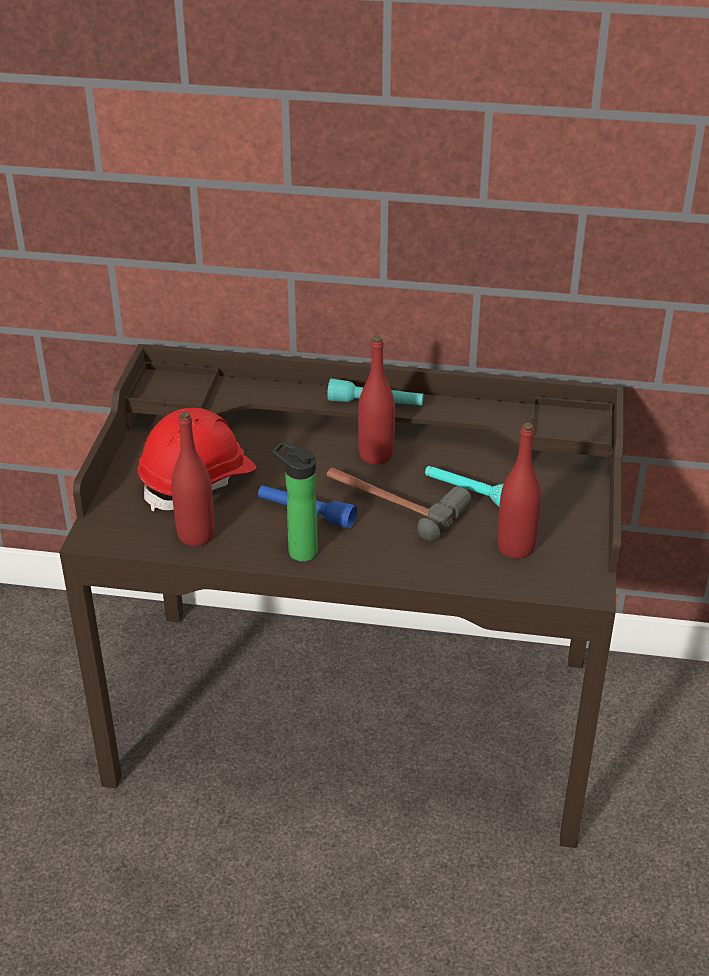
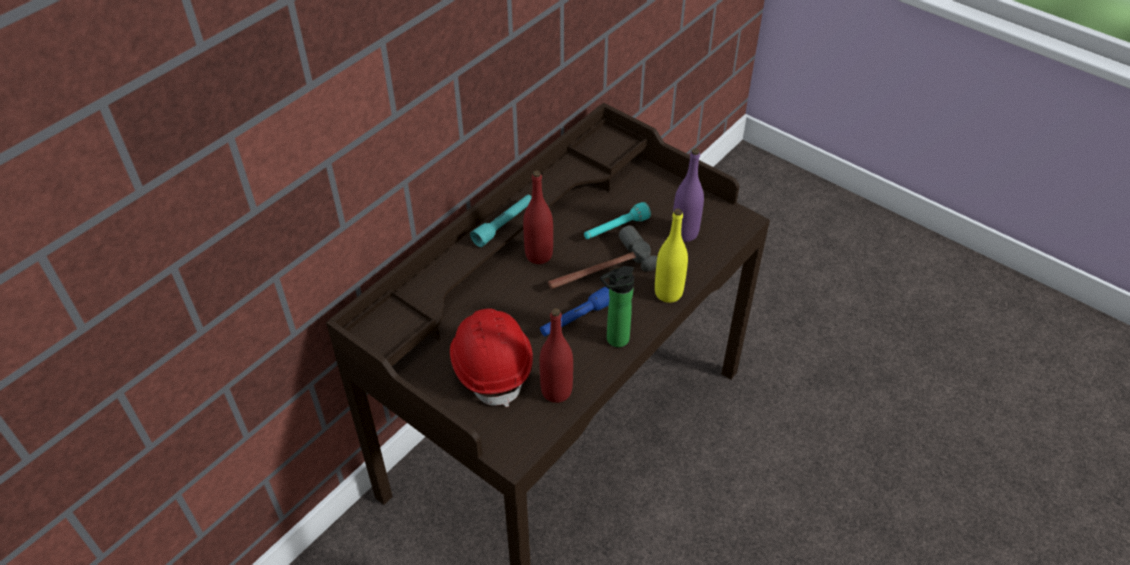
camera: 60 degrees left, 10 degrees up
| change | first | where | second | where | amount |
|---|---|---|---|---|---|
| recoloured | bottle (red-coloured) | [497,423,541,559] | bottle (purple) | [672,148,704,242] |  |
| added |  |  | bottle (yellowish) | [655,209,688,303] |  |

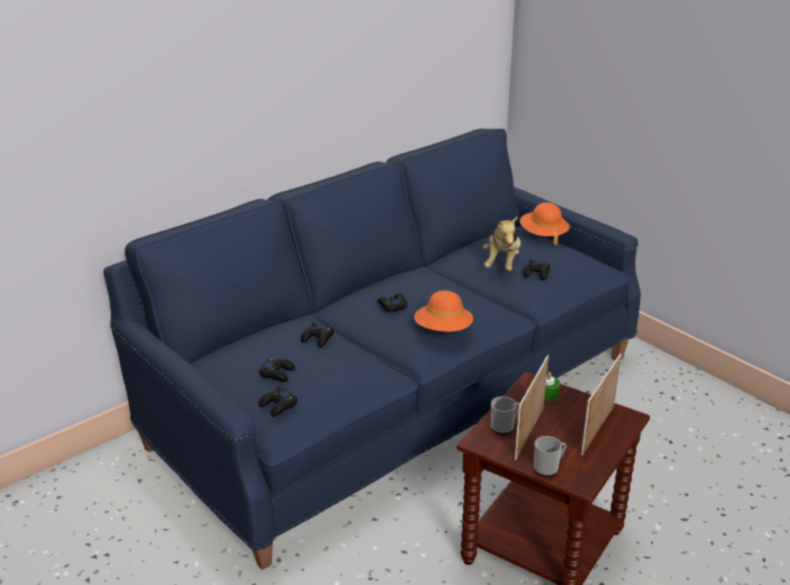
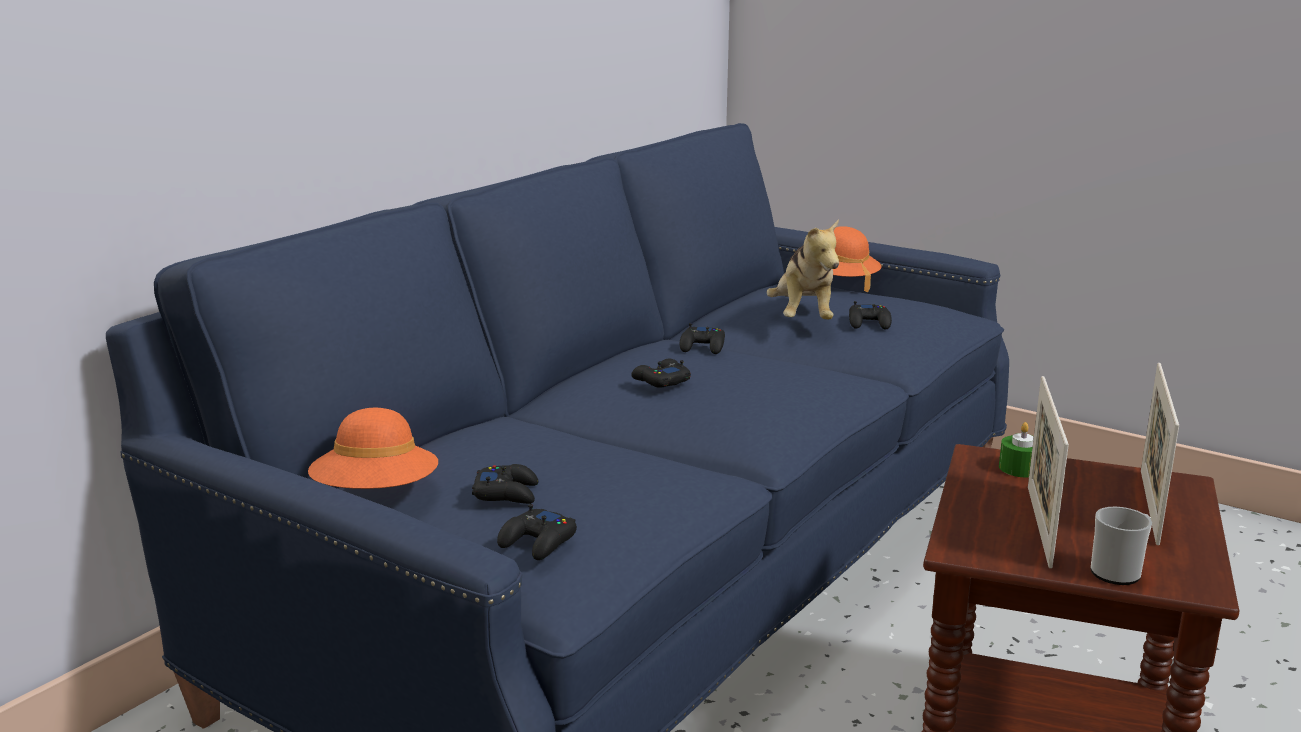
camera: 15 degrees left, 10 degrees down
| change | first | where | second | where | amount |
|---|---|---|---|---|---|
| moved | joypad (black-coloured) | [301,322,334,347] |  | [680,323,725,354] |  |
| moved | wearable hat (orange-coloured) | [414,290,473,332] |  | [308,408,438,489] |  |
| removed | tea mug | [491,396,520,434] |  |  |  |

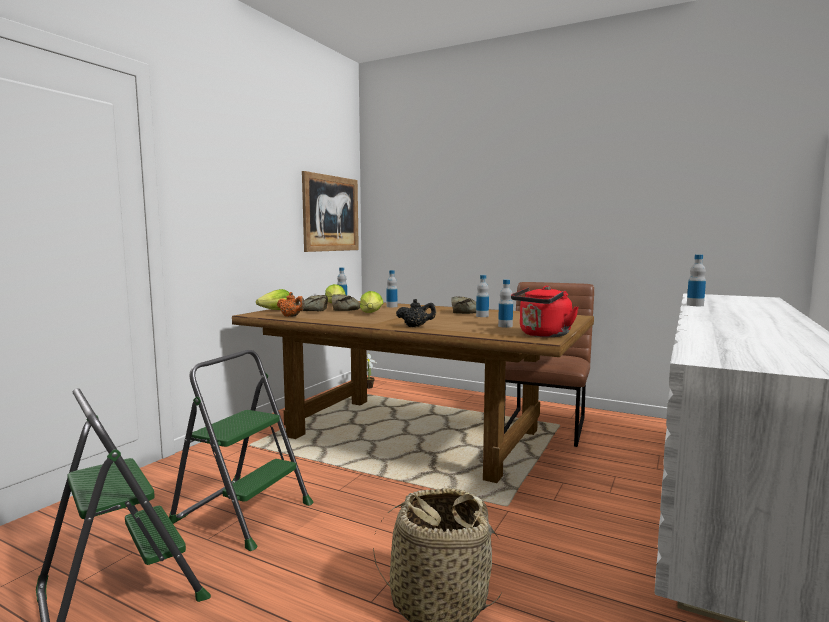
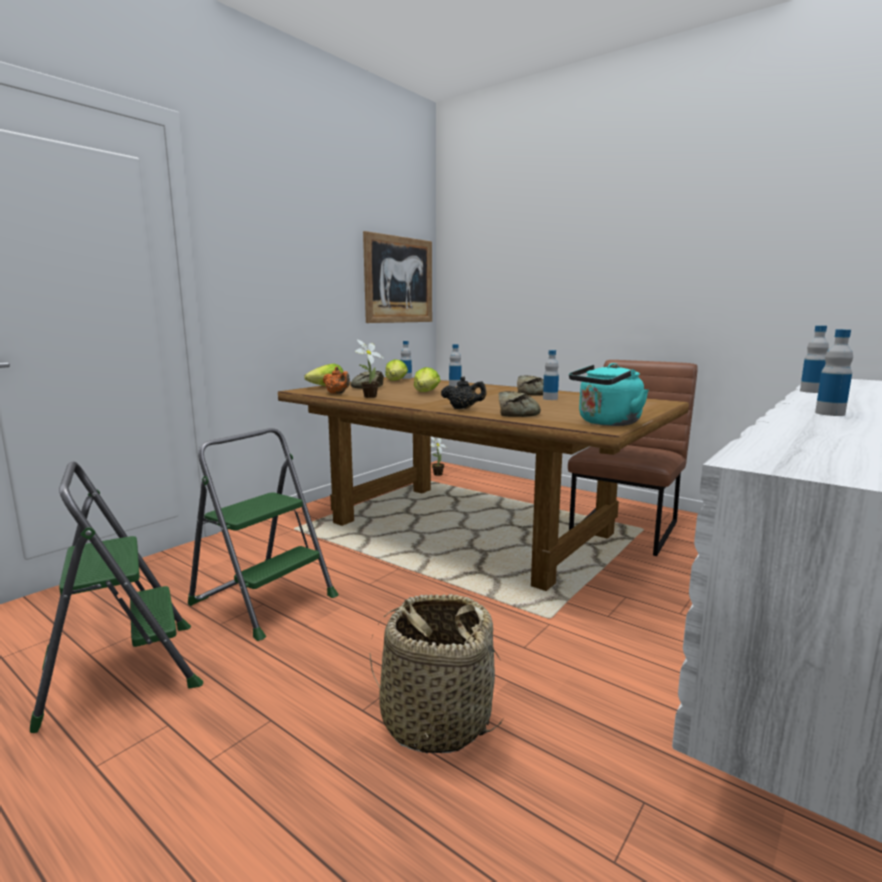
camera: 10 degrees right, 5 degrees up
| change | first | where | second | where | amount |
|---|---|---|---|---|---|
| moved | bread | [332,295,360,311] |  | [499,391,541,417] |  |
| moved | bottle | [498,279,513,328] |  | [815,329,853,416] |  |
| recoloured | water kettle (red-coloured) | [511,286,579,337] | water kettle (turquoise) | [569,363,649,426] |  |
| added |  |  | potted plant | [355,340,384,398] |  |

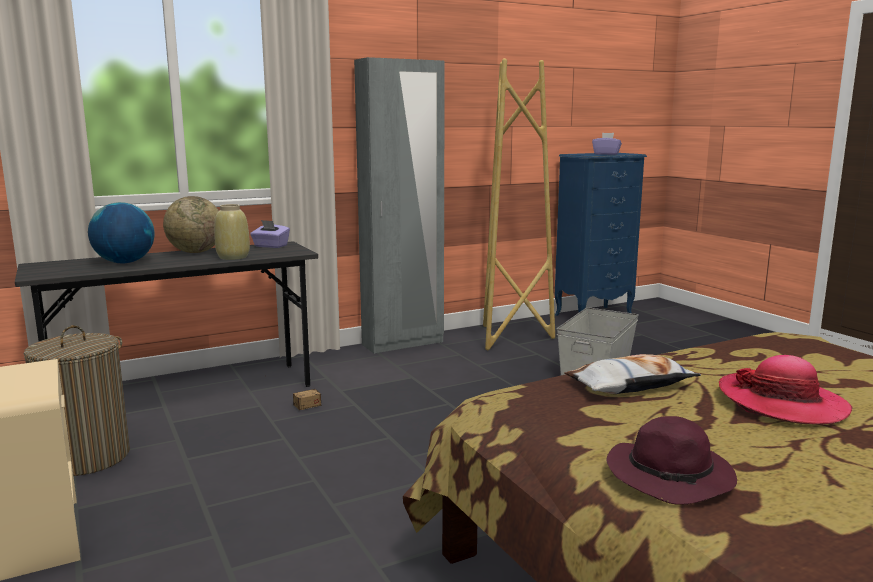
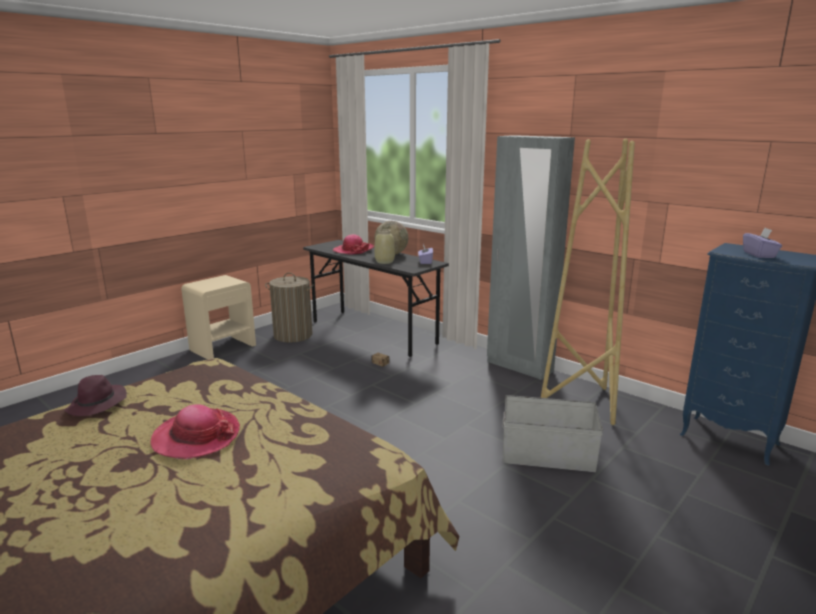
camera: 70 degrees right, 5 degrees up
| change | first | where | second | where | amount |
|---|---|---|---|---|---|
| replaced | world globe | [88,202,155,263] | wearable hat | [333,234,374,255] |  |
| removed | pillow | [564,354,701,394] |  |  |  |

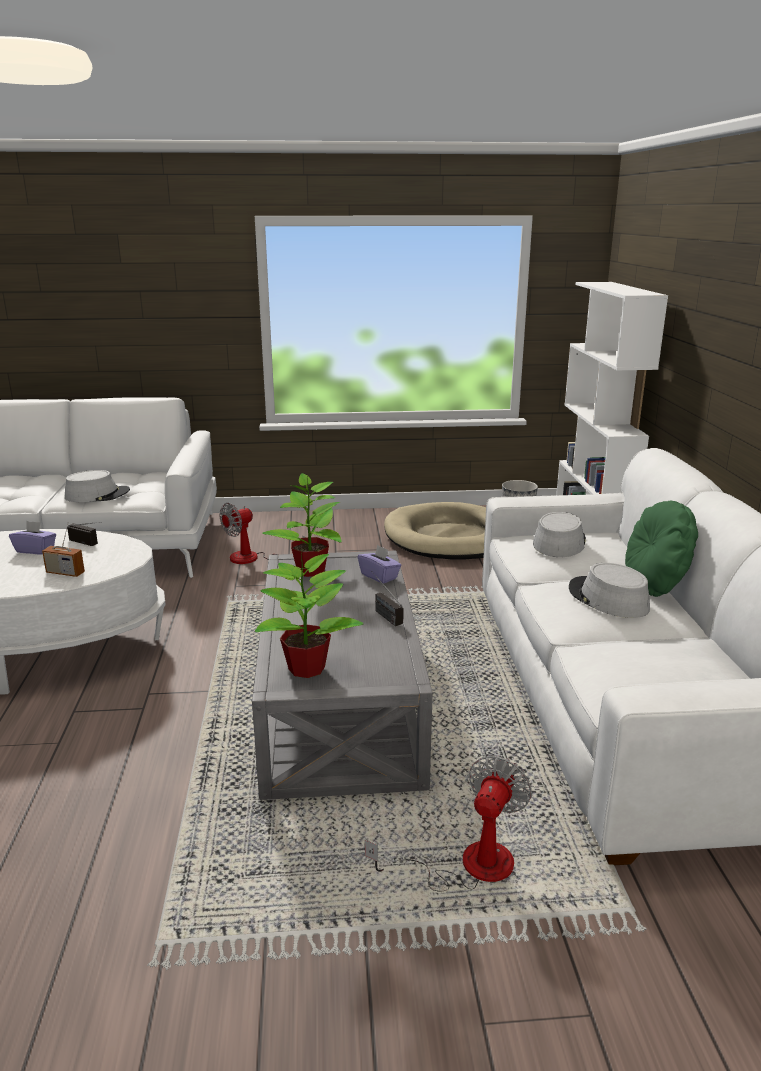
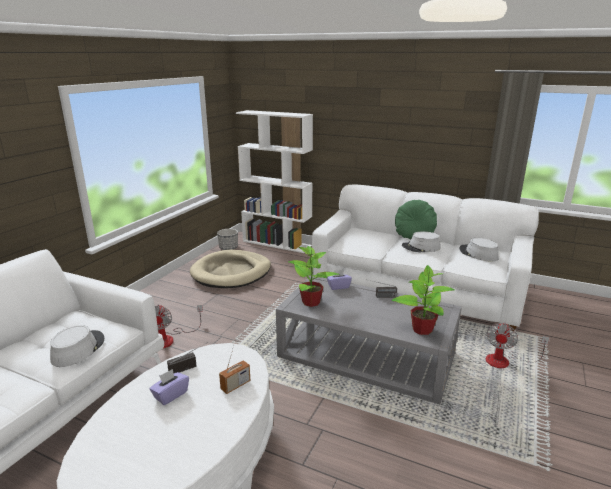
camera: 60 degrees left, 0 degrees up
| change | first | where | second | where | amount |
|---|---|---|---|---|---|
| turned | cooling fan | [365,755,532,892] |  | [486,322,550,368] | 120 degrees counterclockwise |
| moved | wearable hat (greyish) | [533,512,586,557] |  | [459,238,499,262] |  |

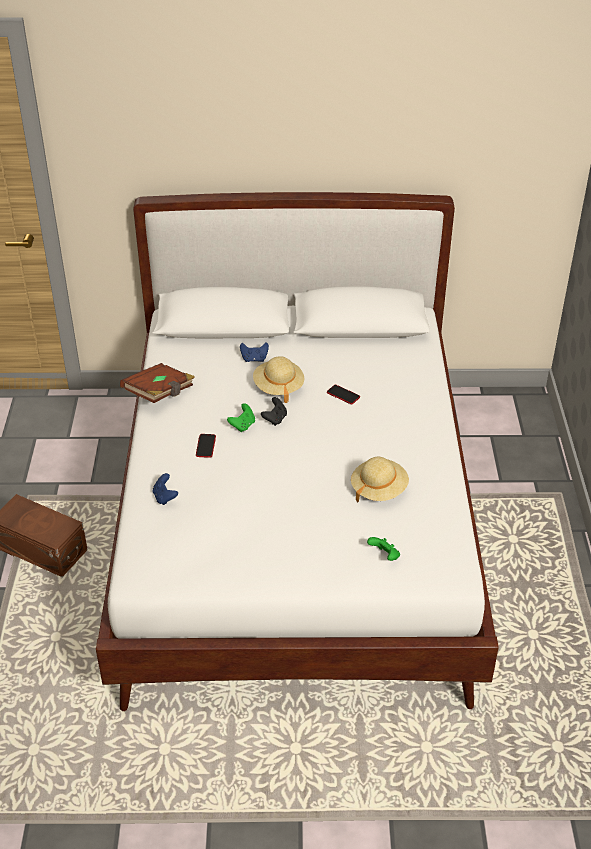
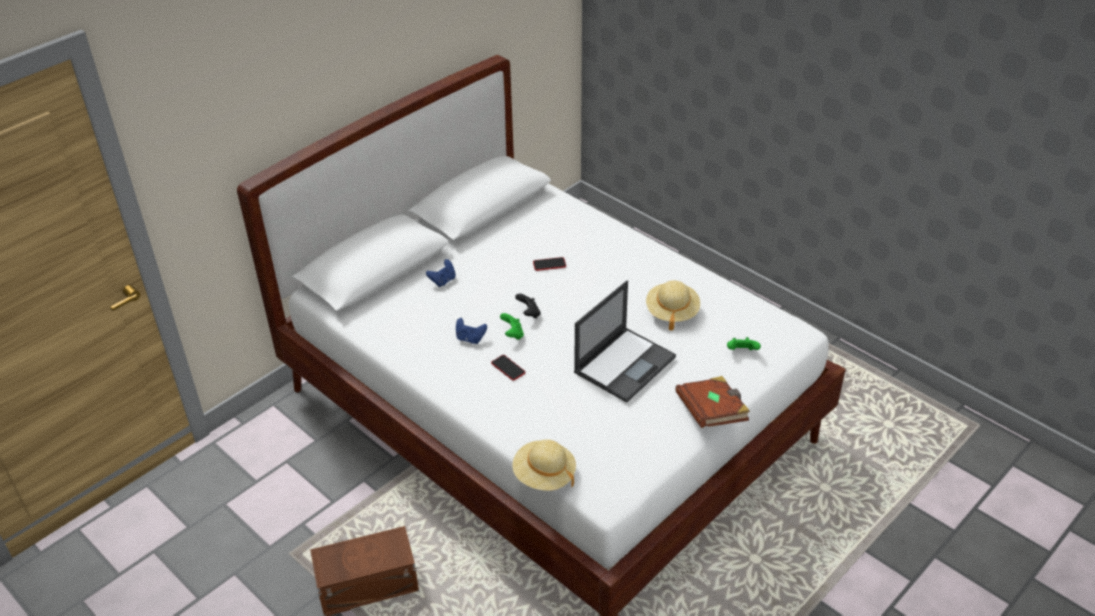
camera: 45 degrees left, 0 degrees up
| change | first | where | second | where | amount |
|---|---|---|---|---|---|
| moved | volume (brown-coloured) | [120,363,195,403] |  | [675,376,750,428] |  |
| moved | joypad (bluish) | [153,473,178,505] |  | [456,318,487,344] |  |
| moved | wearable hat (sand-coloured) | [253,356,304,403] |  | [512,439,576,491] |  |
| added |  |  | notebook computer | [574,280,676,403] |  |

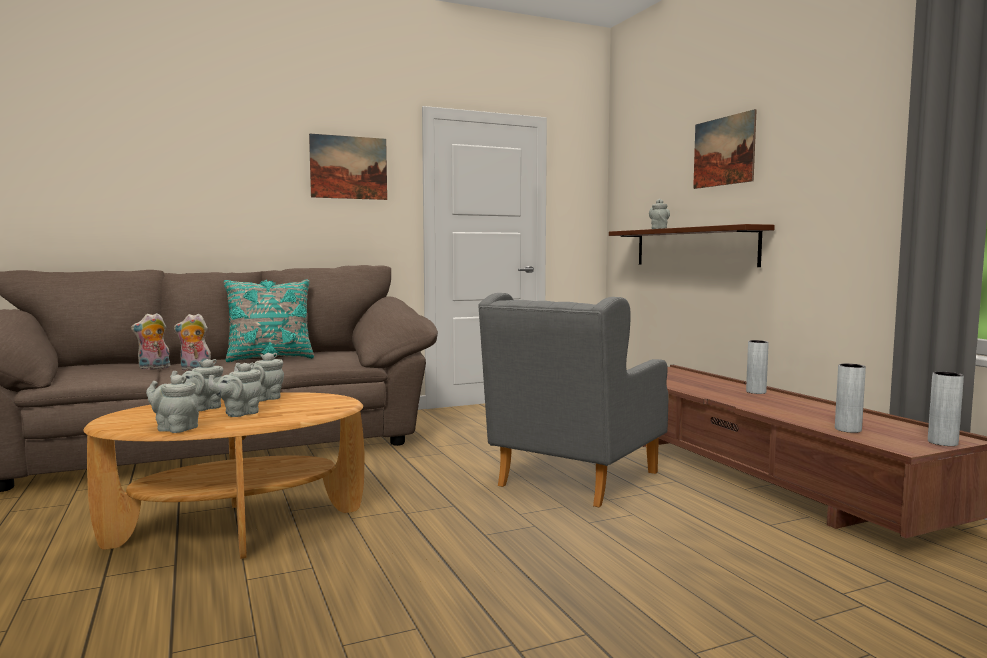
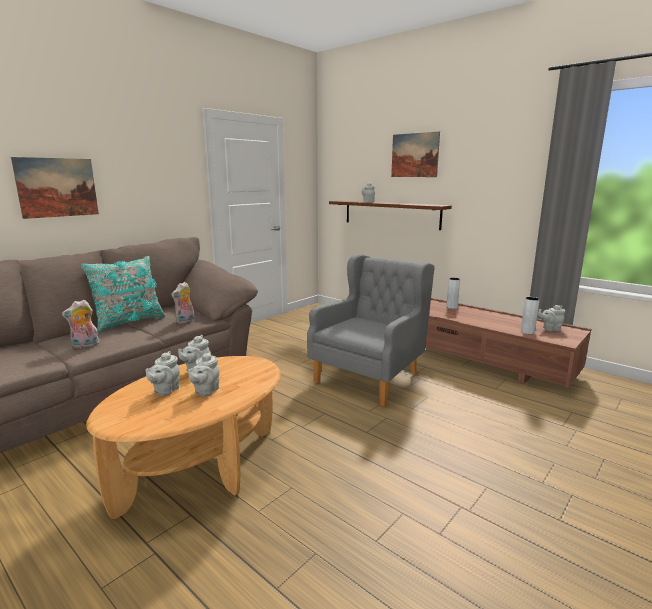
camera: 25 degrees left, 10 degrees up
| change | first | where | second | where | amount |
|---|---|---|---|---|---|
| moved | plush toy | [131,313,170,370] |  | [171,282,195,324] |  |
| moved | pot for tea (greyish) | [146,374,199,433] |  | [538,305,565,331] |  |
| moved | wall art | [309,133,387,200] |  | [11,157,99,219] |  |
| turned | easy chair (greyish) | [479,293,669,507] |  | [307,254,435,407] | 150 degrees counterclockwise |
| removed | decorative vase (greyish) | [928,372,964,446] |  |  |  |

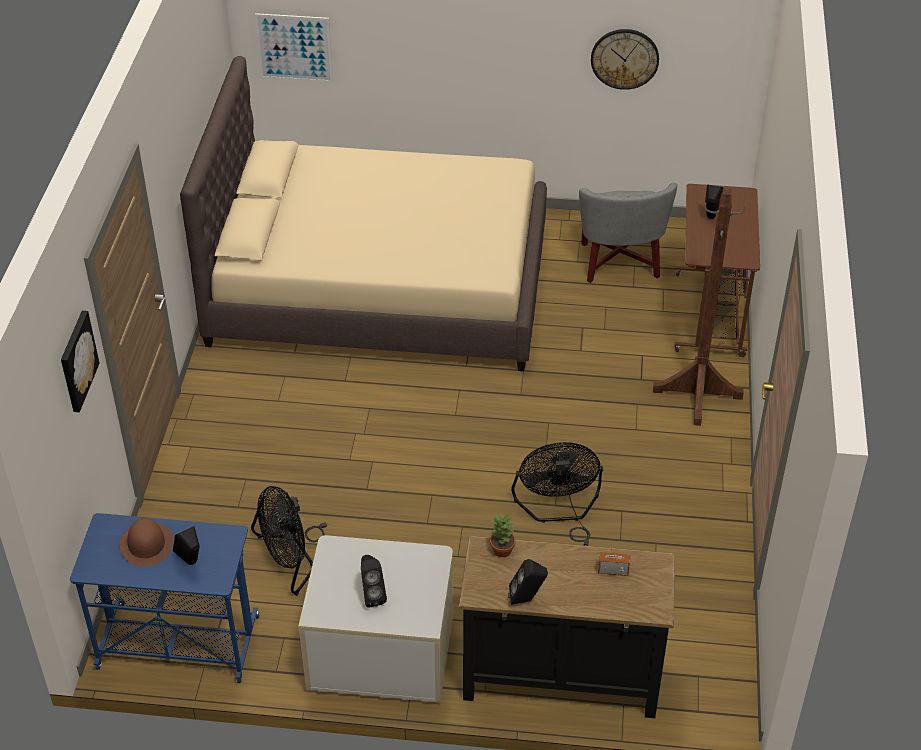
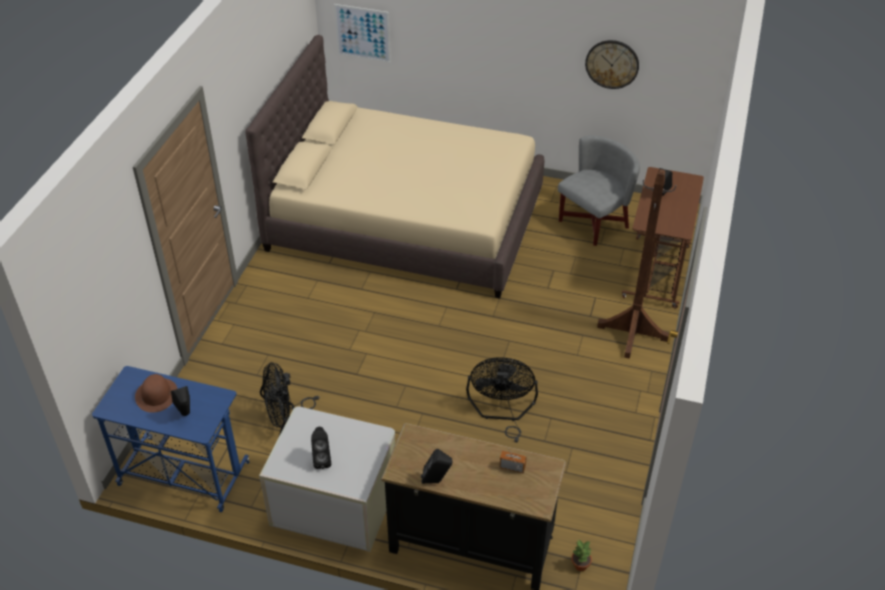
camera: 10 degrees right, 0 degrees up
| change | first | where | second | where | amount |
|---|---|---|---|---|---|
| removed | wall art | [61,311,99,412] |  |  |  |
| moved | potted plant | [490,514,516,557] |  | [572,540,592,571] |  |
| turned | easy chair (greyish) | [579,183,677,283] |  | [558,135,640,246] | 135 degrees counterclockwise |

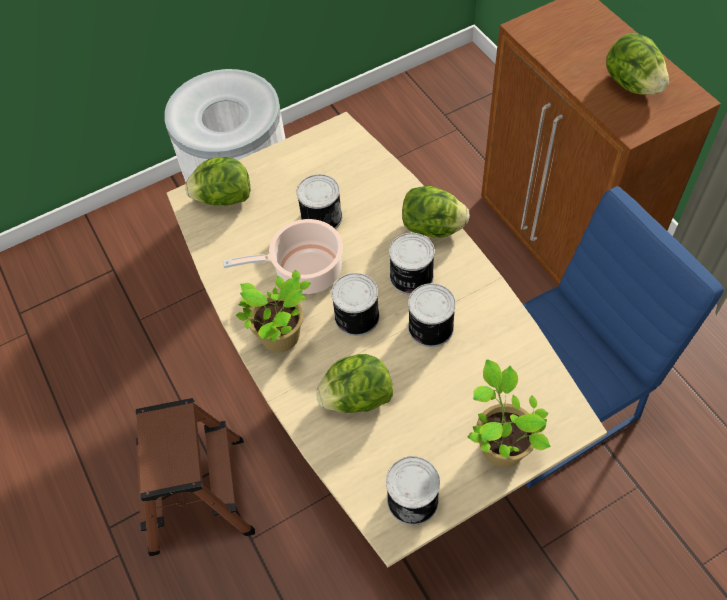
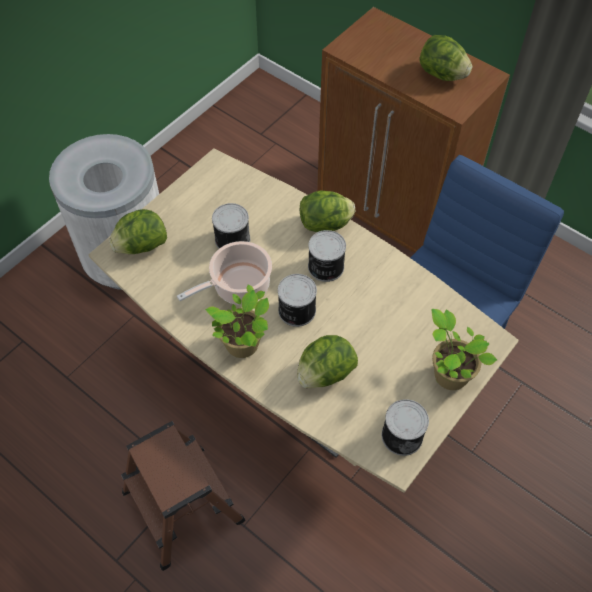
camera: 25 degrees left, 0 degrees up
| change | first | where | second | where | amount |
|---|---|---|---|---|---|
| removed | can | [408,283,456,347] |  |  |  |

